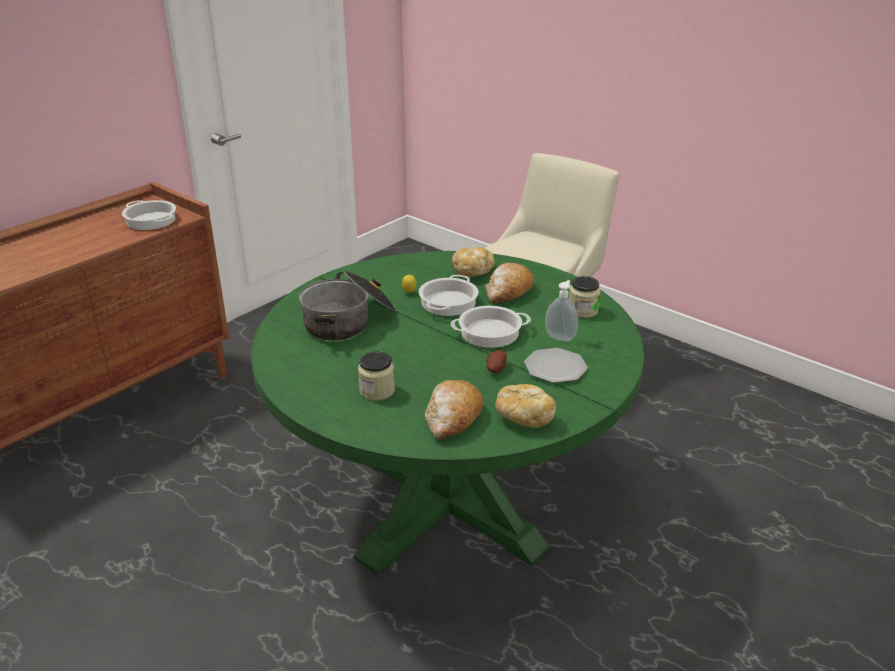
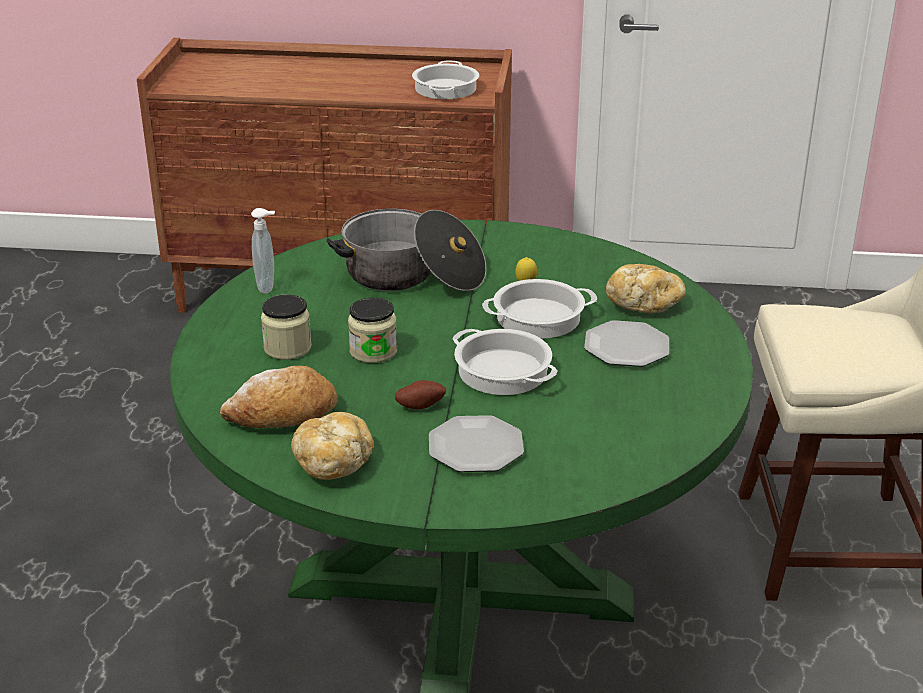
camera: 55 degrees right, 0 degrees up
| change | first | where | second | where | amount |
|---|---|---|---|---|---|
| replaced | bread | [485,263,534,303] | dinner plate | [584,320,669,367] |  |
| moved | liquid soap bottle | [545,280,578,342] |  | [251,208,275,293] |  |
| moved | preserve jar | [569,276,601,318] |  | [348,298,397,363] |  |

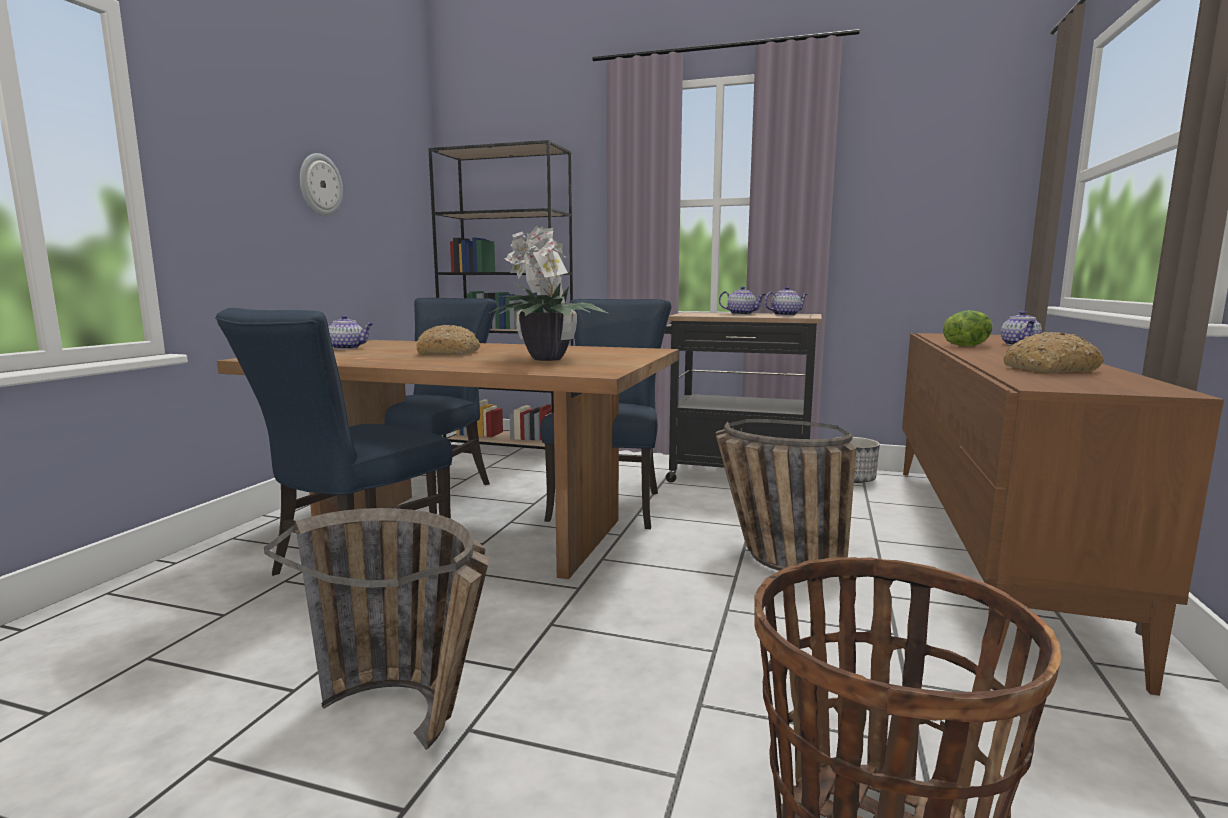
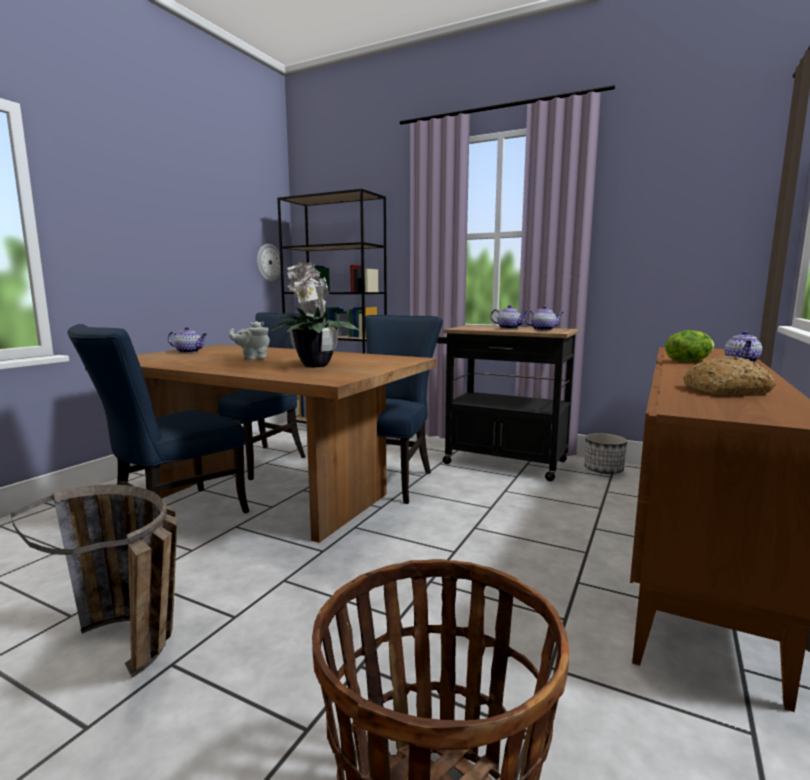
camera: 10 degrees right, 0 degrees up
| change | first | where | second | where | amount |
|---|---|---|---|---|---|
| moved | wall clock | [300,153,343,216] |  | [257,244,281,282] |  |
| replaced | bread | [416,325,480,355] | pot for tea (greyish) | [229,321,270,360] |  |
| removed | household basket | [715,419,857,571] |  |  |  |

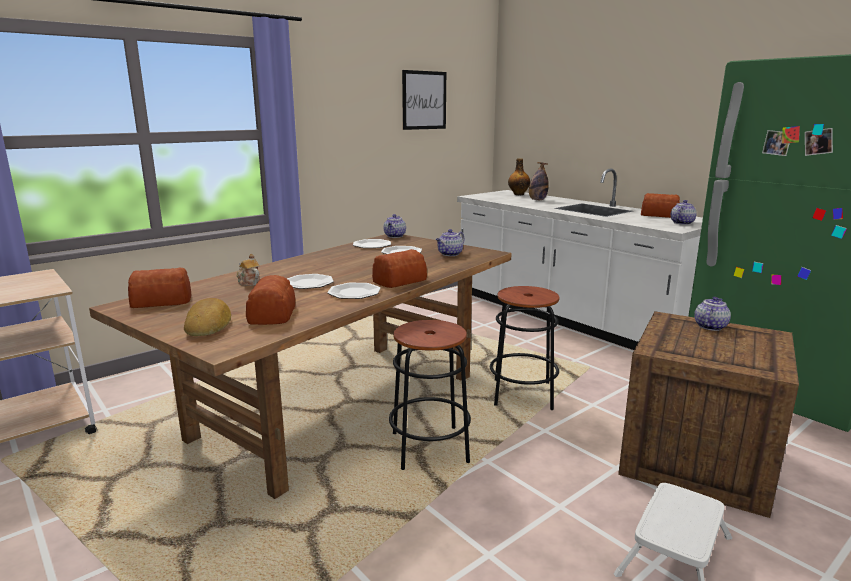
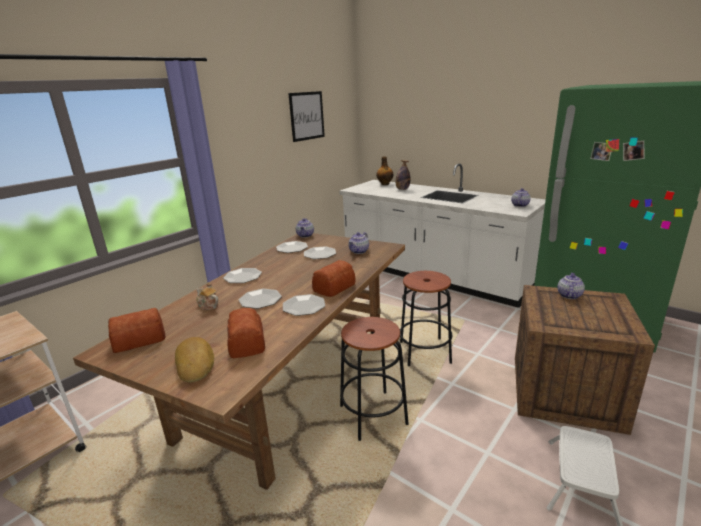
camera: 10 degrees left, 5 degrees up
| change | first | where | second | where | amount |
|---|---|---|---|---|---|
| removed | bread | [641,193,680,218] |  |  |  |
| added |  |  | dinner plate | [223,268,262,283] |  |

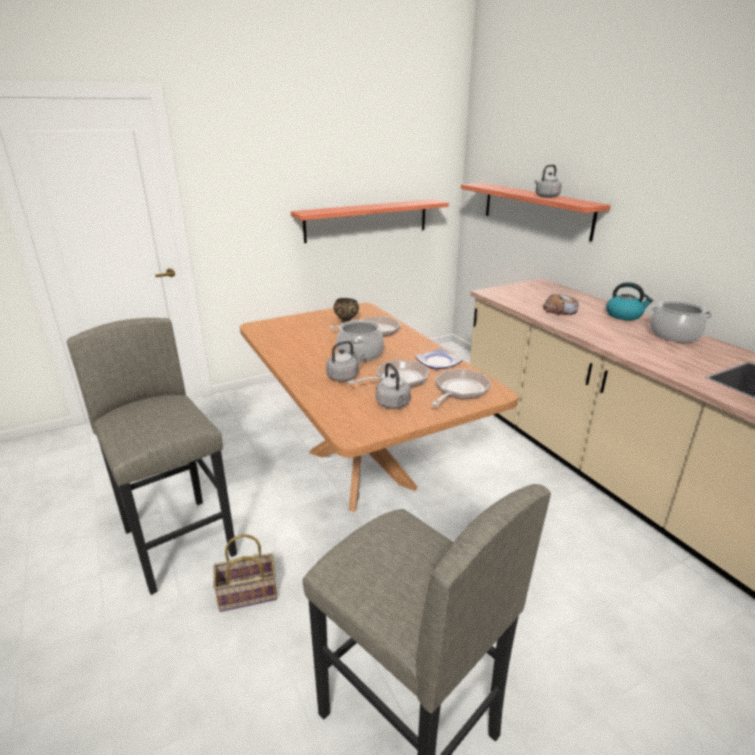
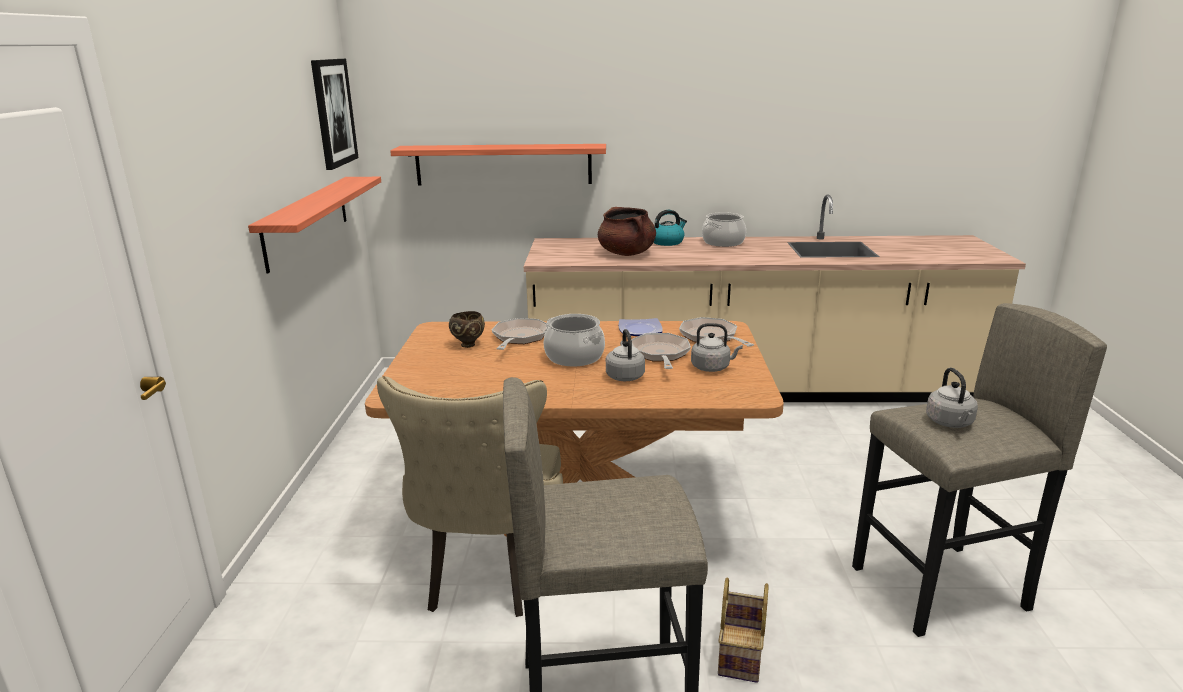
camera: 60 degrees left, 5 degrees down
| change | first | where | second | where | amount |
|---|---|---|---|---|---|
| moved | water kettle (greyish) | [534,165,562,198] |  | [926,368,978,428] |  |
| replaced | bread | [543,294,579,315] | cooking pot (brown-coloured) | [598,207,656,256] |  |
| added |  |  | wall art | [311,59,359,170] |  |
| added |  |  | chair (sand-coloured) | [377,376,563,617] |  |

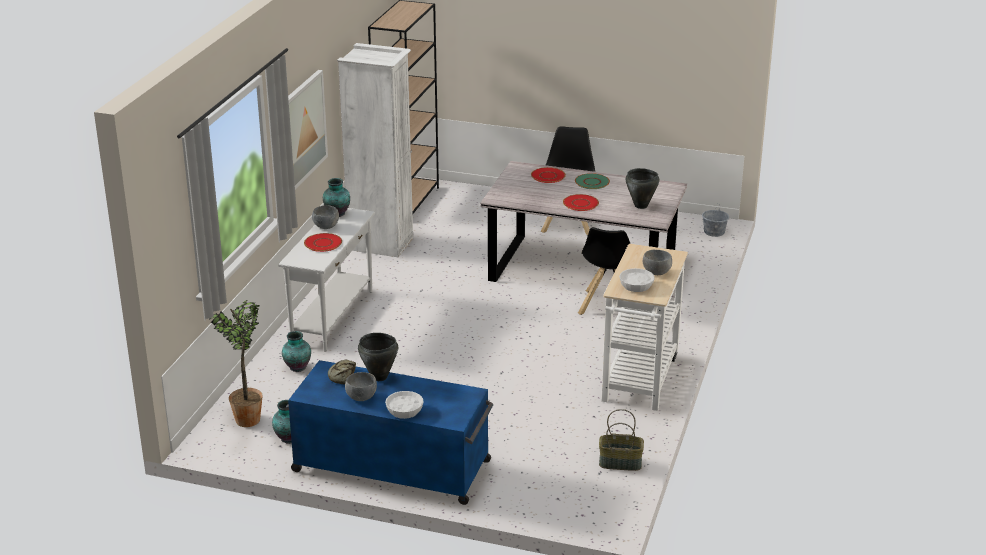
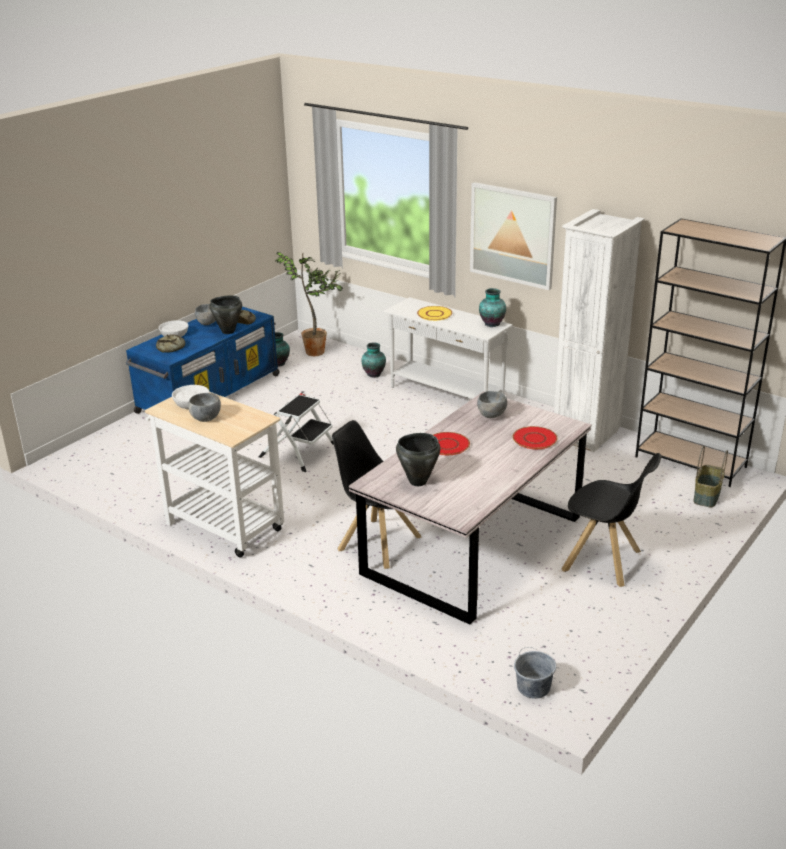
camera: 110 degrees right, 0 degrees up
| change | first | where | second | where | amount |
|---|---|---|---|---|---|
| recoloured | dinner plate (red-coloured) | [304,233,342,252] | dinner plate (yellowish) | [417,306,452,321] |  |
| moved | serving bowl (greyish) | [312,205,339,229] |  | [477,391,507,418] |  |
| removed | dinner plate (green) | [575,173,610,189] |  |  |  |
| moved | household basket | [599,409,644,471] |  | [693,445,728,508] |  |
| added |  |  | bread | [156,334,185,353] |  |
| added |  |  | stepladder | [258,391,334,472] |  |

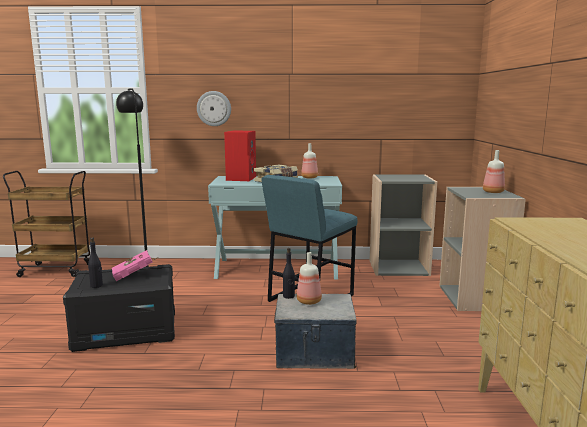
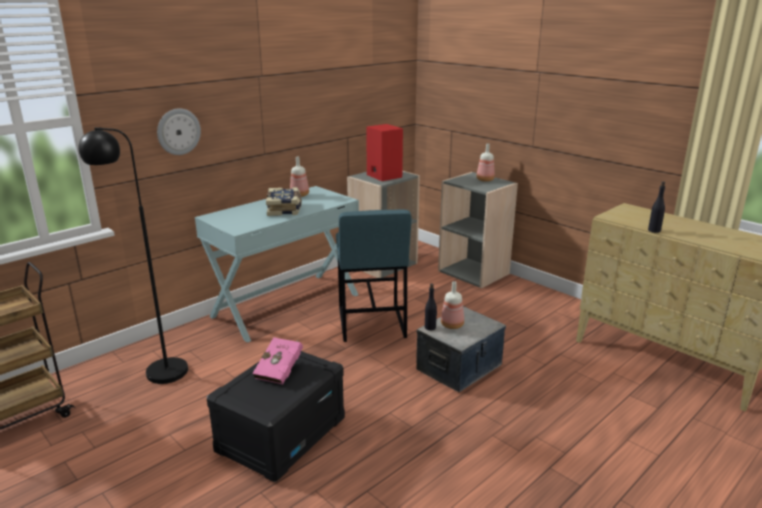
camera: 45 degrees left, 10 degrees up
| change | first | where | second | where | amount |
|---|---|---|---|---|---|
| moved | bottle (black-coloured) | [88,238,103,288] |  | [648,181,665,233] |  |
| moved | audio speaker (red-coloured) | [224,131,256,181] |  | [366,124,403,181] |  |

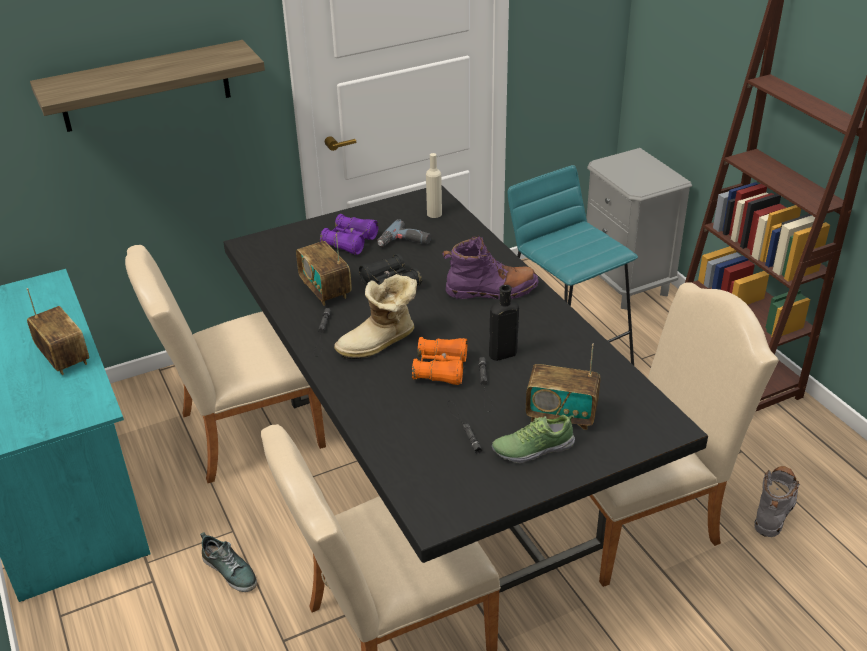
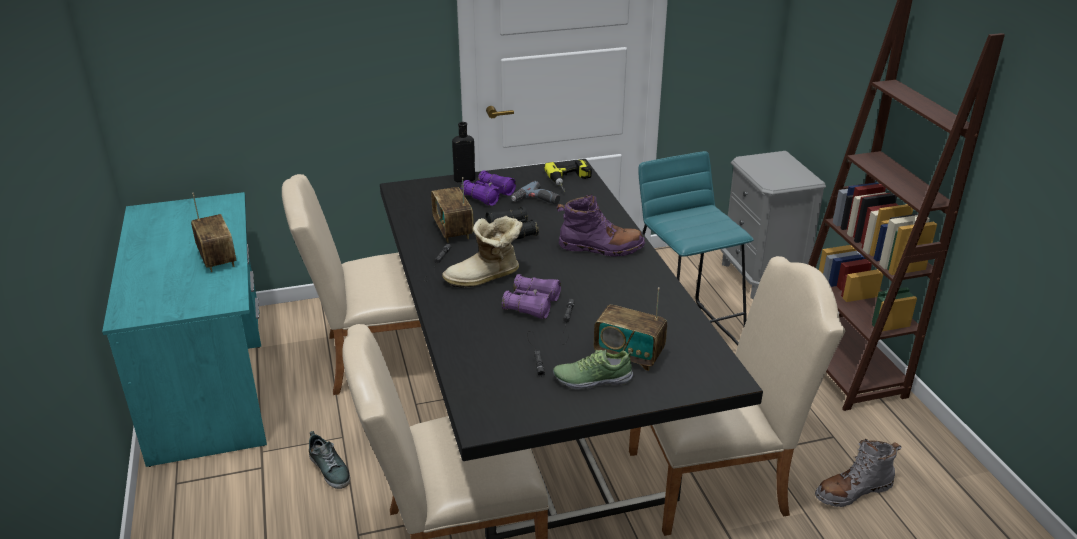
camera: 10 degrees right, 5 degrees down
| change | first | where | second | where | amount |
|---|---|---|---|---|---|
| removed | wall shelf | [30,40,265,132] |  |  |  |
| recoloured | field glasses (orange-coloured) | [412,337,467,385] | field glasses (purple) | [502,274,561,319] |  |
| replaced | bottle (sand-coloured) | [426,153,442,218] | drill | [544,160,592,192] |  |
| moved | bottle (black-coloured) | [489,285,519,361] |  | [452,122,475,182] |  |
| turned | boot (greyish) | [754,466,800,537] |  | [815,438,902,507] | 150 degrees counterclockwise |

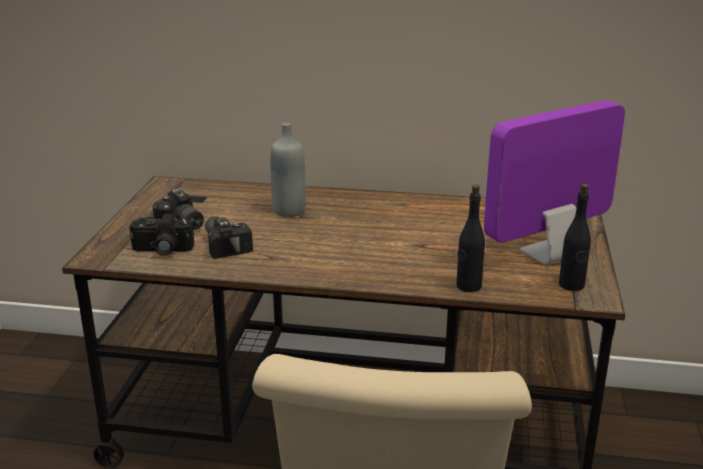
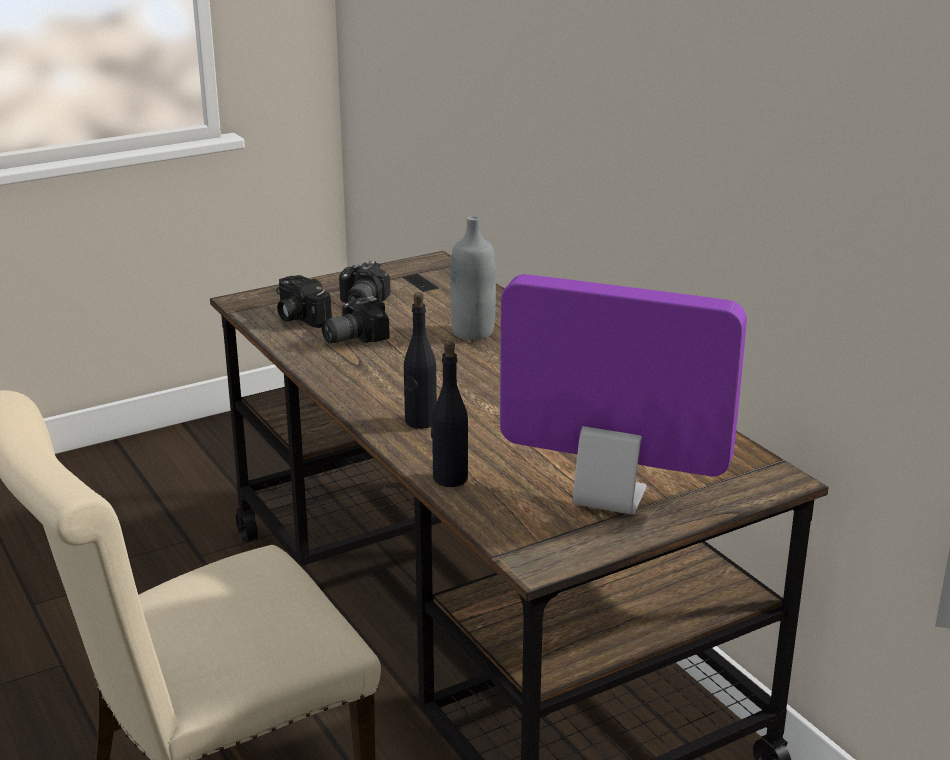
camera: 50 degrees right, 0 degrees up
| change | first | where | second | where | amount |
|---|---|---|---|---|---|
| turned | still camera | [205,216,253,259] |  | [322,296,390,344] | 150 degrees counterclockwise |
| moved | bottle (black-coloured) | [559,183,591,291] |  | [404,292,437,429] |  |

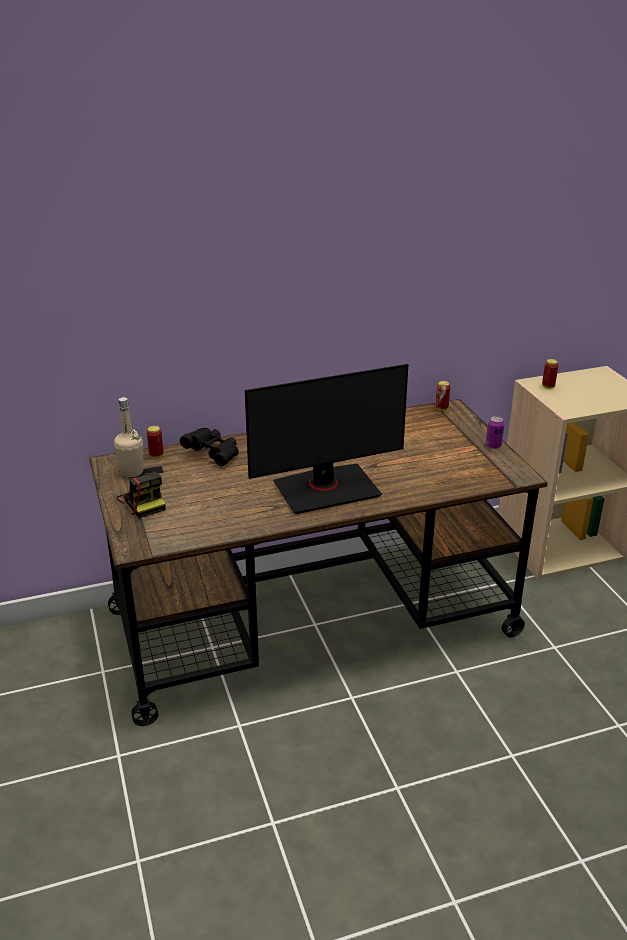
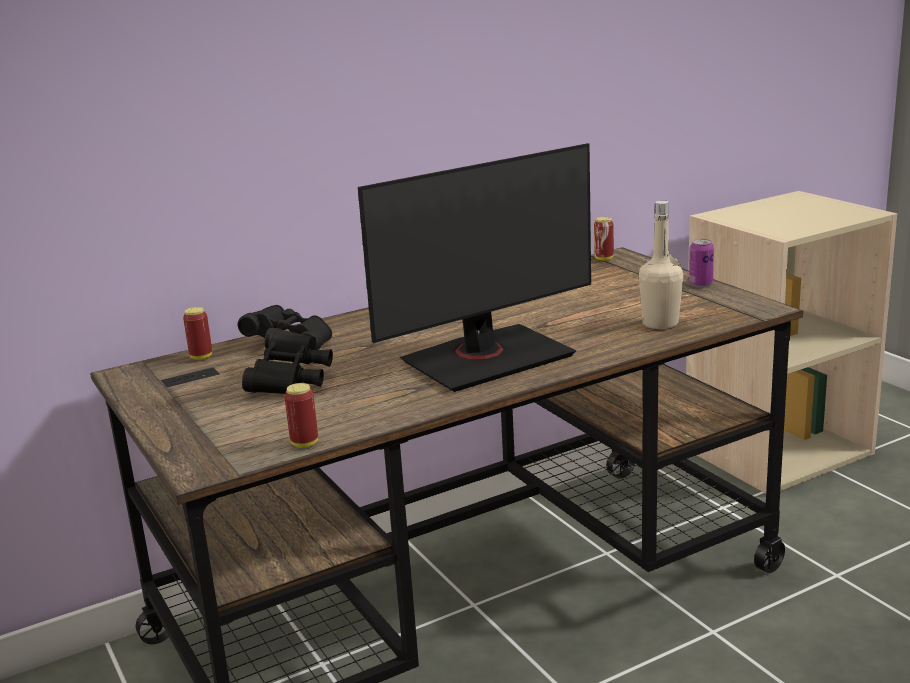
camera: 10 degrees left, 10 degrees down
| change | first | where | second | where | amount |
|---|---|---|---|---|---|
| moved | bottle (sand-coloured) | [114,397,144,477] |  | [639,200,683,329] |  |
| removed | still camera | [117,472,165,518] |  |  |  |
| moved | can | [542,359,558,389] |  | [285,383,318,447] |  |
| added |  |  | field glasses (black-coloured) | [242,328,333,394] |  |

